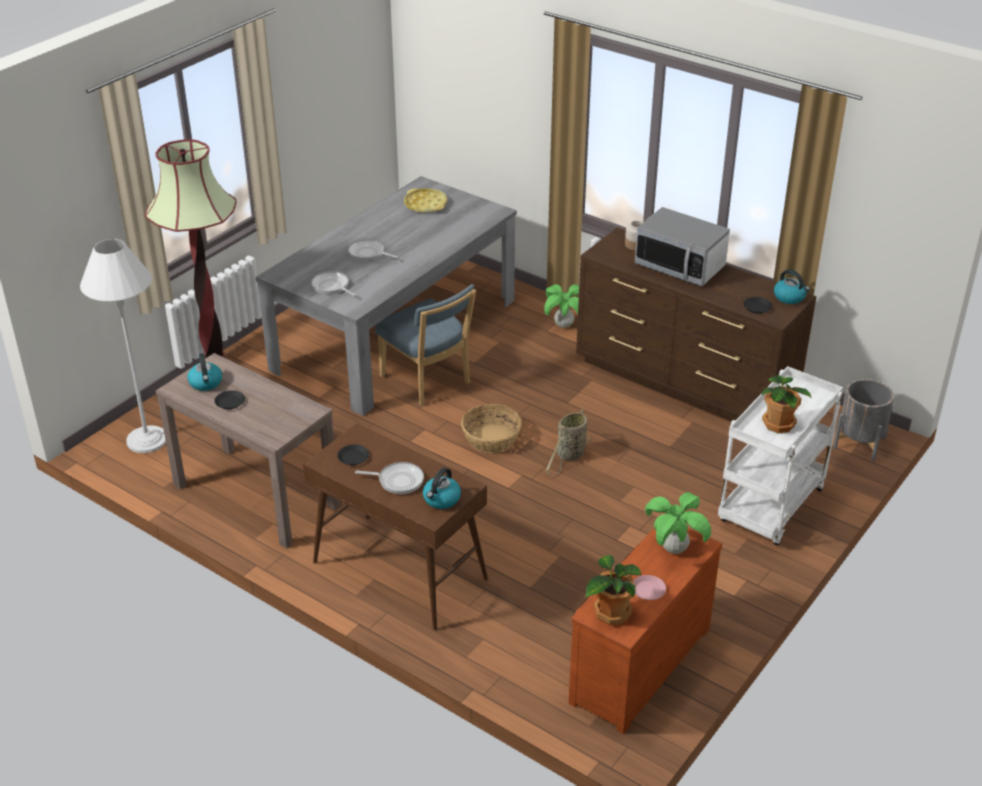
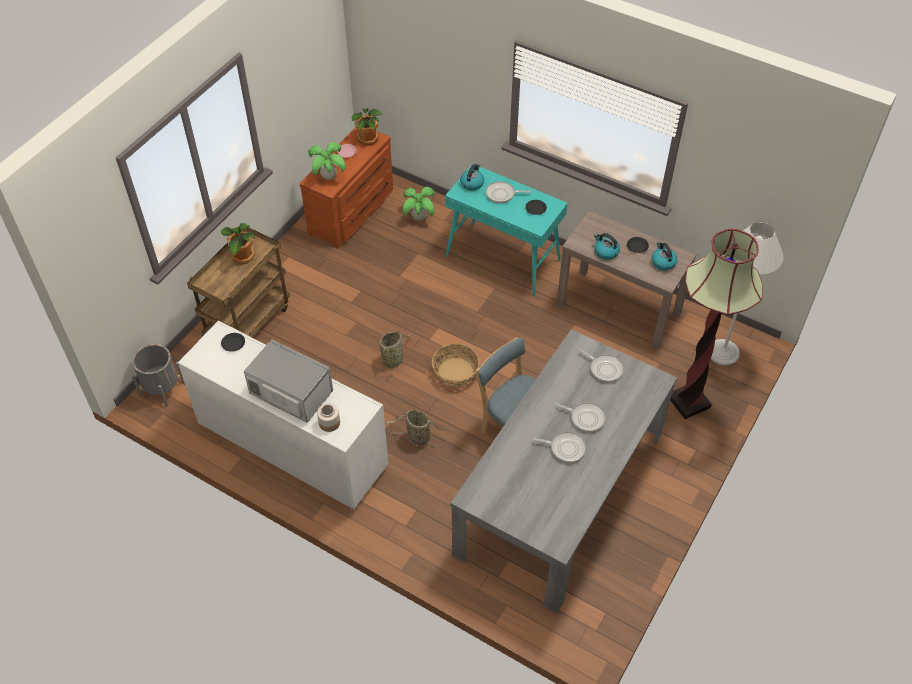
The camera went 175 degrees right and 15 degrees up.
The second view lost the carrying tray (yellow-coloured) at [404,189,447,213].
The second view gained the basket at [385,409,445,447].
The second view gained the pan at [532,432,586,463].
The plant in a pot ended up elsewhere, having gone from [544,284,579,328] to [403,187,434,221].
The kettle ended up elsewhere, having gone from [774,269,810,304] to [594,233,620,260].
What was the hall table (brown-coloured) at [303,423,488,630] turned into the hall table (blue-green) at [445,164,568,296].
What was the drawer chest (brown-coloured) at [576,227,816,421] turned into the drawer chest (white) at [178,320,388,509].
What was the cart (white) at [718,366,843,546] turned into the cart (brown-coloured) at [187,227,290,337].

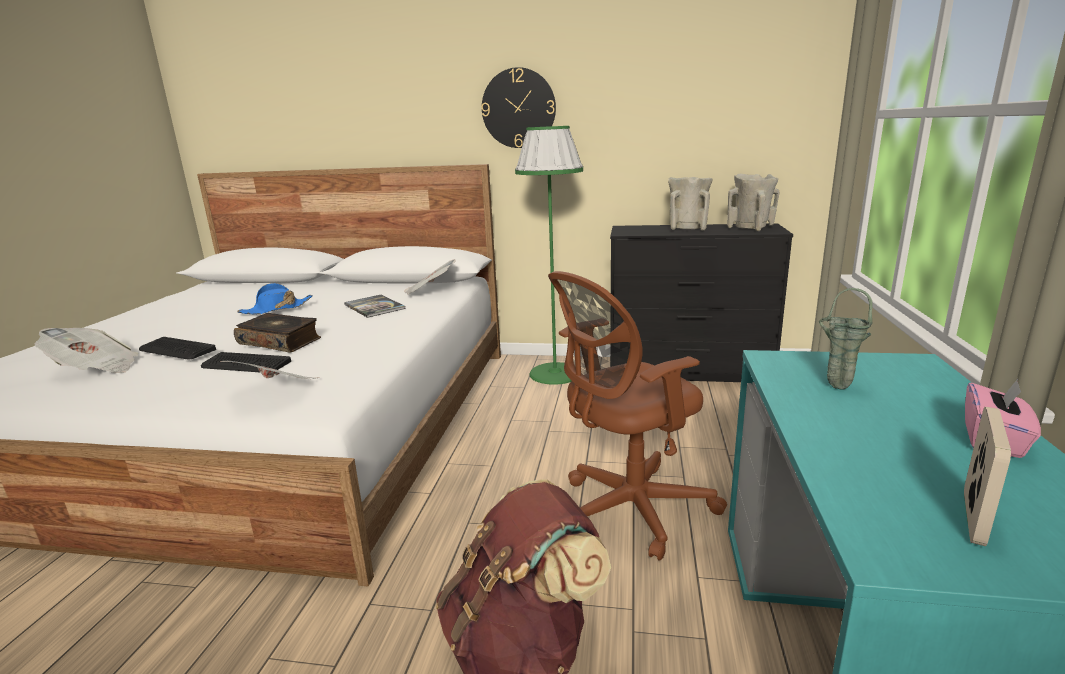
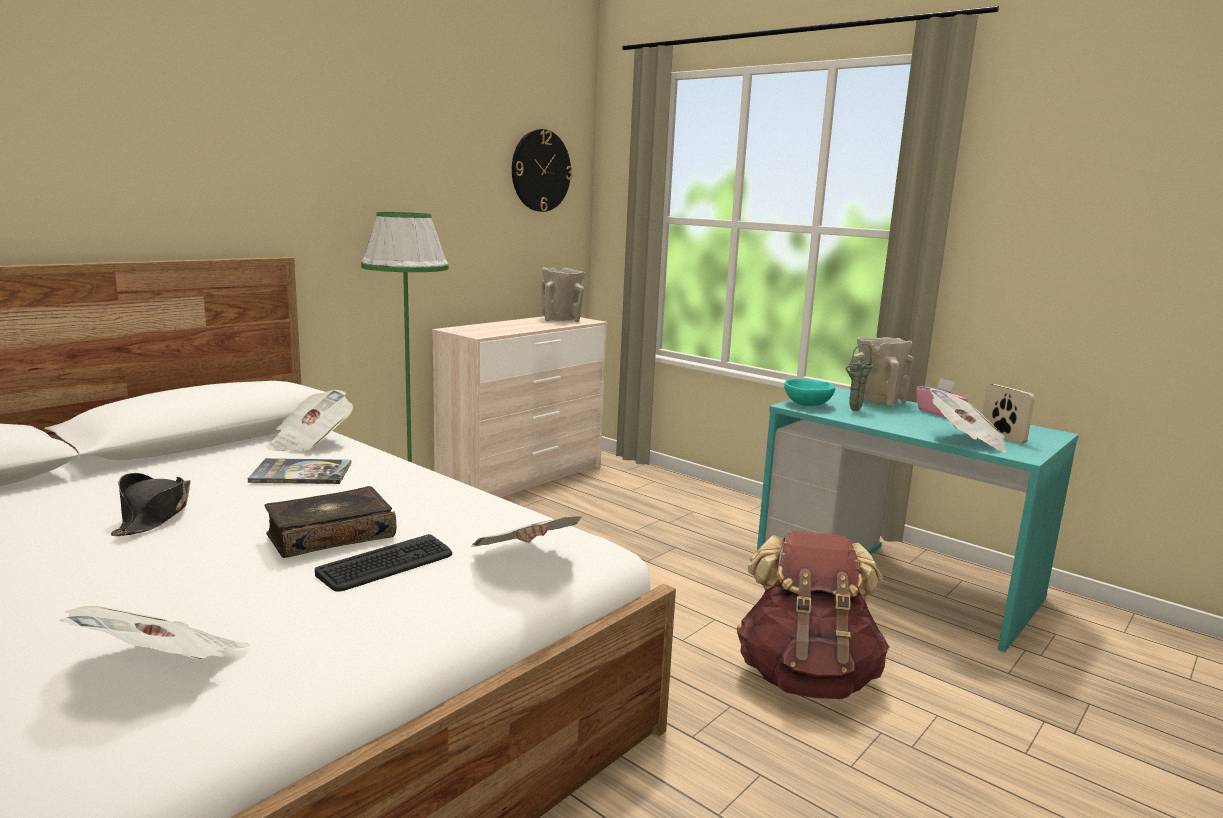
The camera went 60 degrees left and 5 degrees down.
The second view lost the computer keyboard at [139,337,216,359].
The second view lost the computer chair (brown-coloured) at [548,271,727,561].
The second view gained the deep dish (blue-green) at [784,379,835,406].
The second view gained the printed paper at [930,388,1006,453].
The wall clock ended up elsewhere, having gone from [481,67,556,148] to [512,129,572,212].
The vase (beige-coloured) ended up elsewhere, having gone from [668,177,712,231] to [852,337,914,407].
What was the clothing hat (blue) at [238,283,313,314] turned into the clothing hat (black) at [111,473,190,536].
What was the drawer chest (black) at [610,223,793,382] turned into the drawer chest (beige-coloured) at [432,316,608,498].

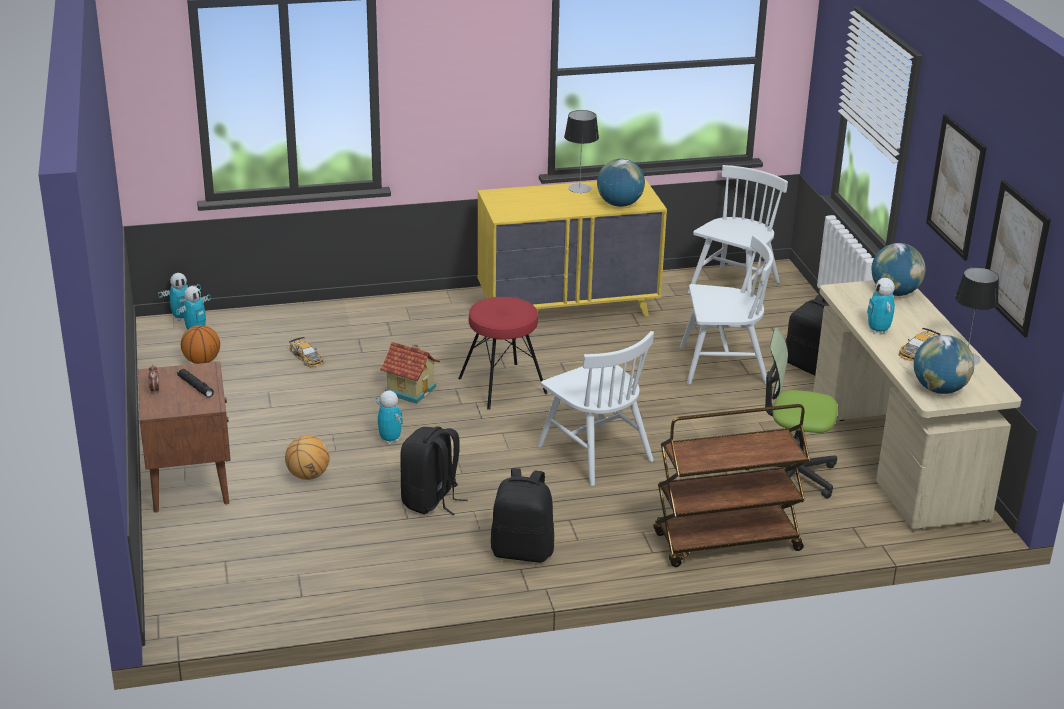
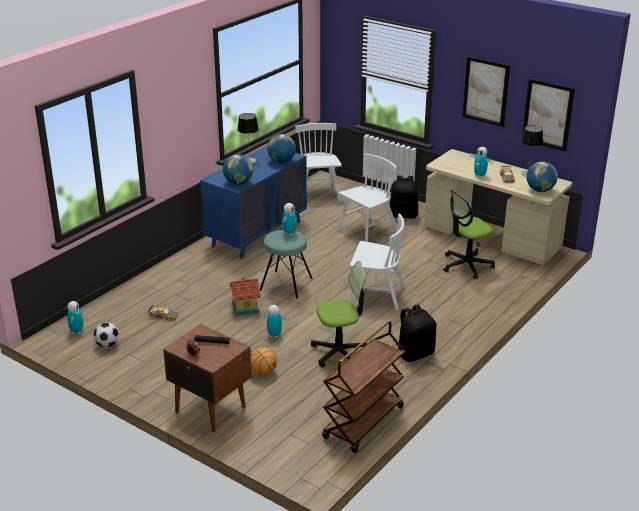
The camera went 40 degrees left and 0 degrees up.
The toy robot ended up elsewhere, having gone from [158,273,201,321] to [282,203,297,235].
The cart (brown-coloured) ended up elsewhere, having gone from [654,404,810,567] to [322,321,405,453].
The globe ended up elsewhere, having gone from [871,243,926,296] to [223,154,253,185].
Where the basketball ball stood at [181,325,220,364], the football came to stand at [94,323,119,347].
Where the backpack (black) stood at [400,426,468,515], the computer chair came to stand at [311,261,367,368].
What was the sitting stool (reddish) at [458,297,548,410] turned into the sitting stool (blue-green) at [260,230,313,299].
What was the drawer chest (yellow-coloured) at [478,179,667,317] turned into the drawer chest (blue) at [200,146,307,259].

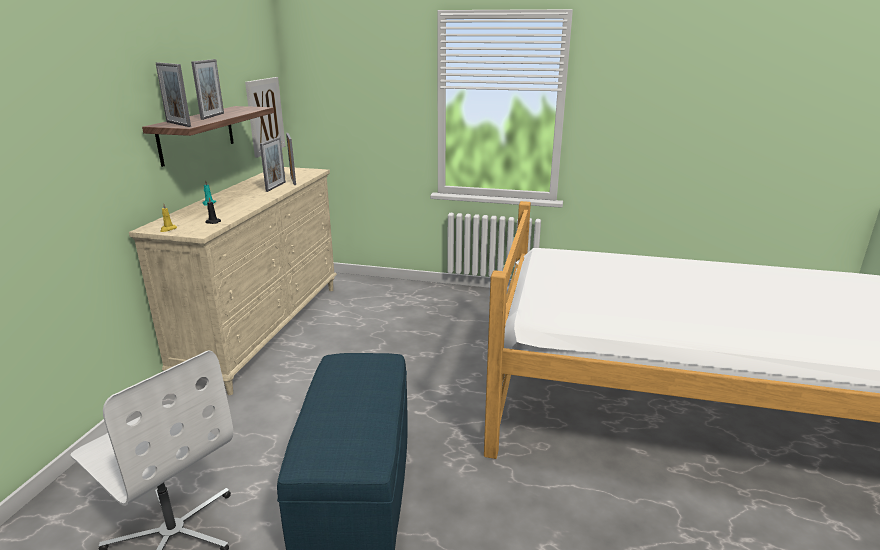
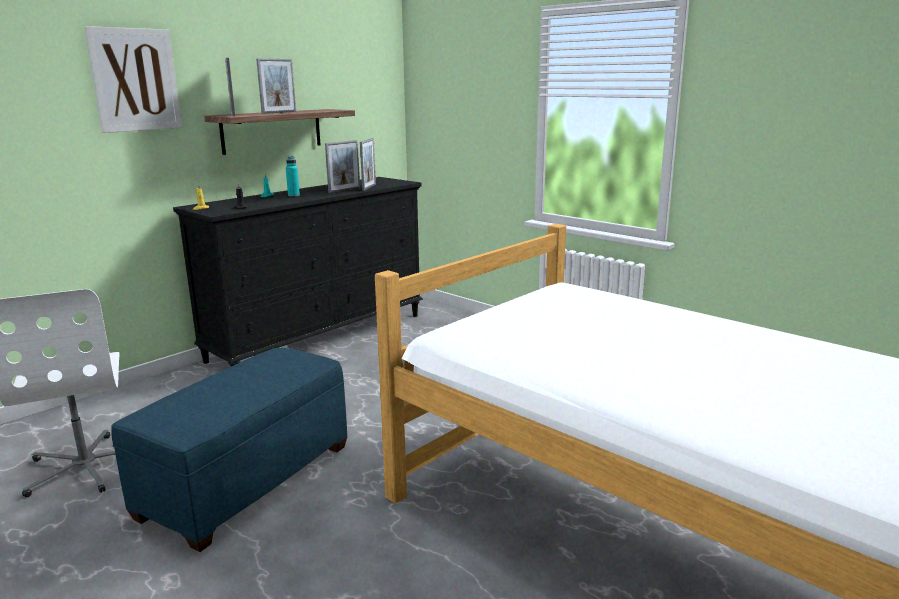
The camera went 30 degrees right and 5 degrees down.
The second view gained the bottle (blue-green) at [286,156,300,197].
The wall art ended up elsewhere, having gone from [245,77,286,158] to [84,26,182,133].
What was the drawer chest (beige-coloured) at [129,167,337,395] turned into the drawer chest (black) at [173,177,423,366].

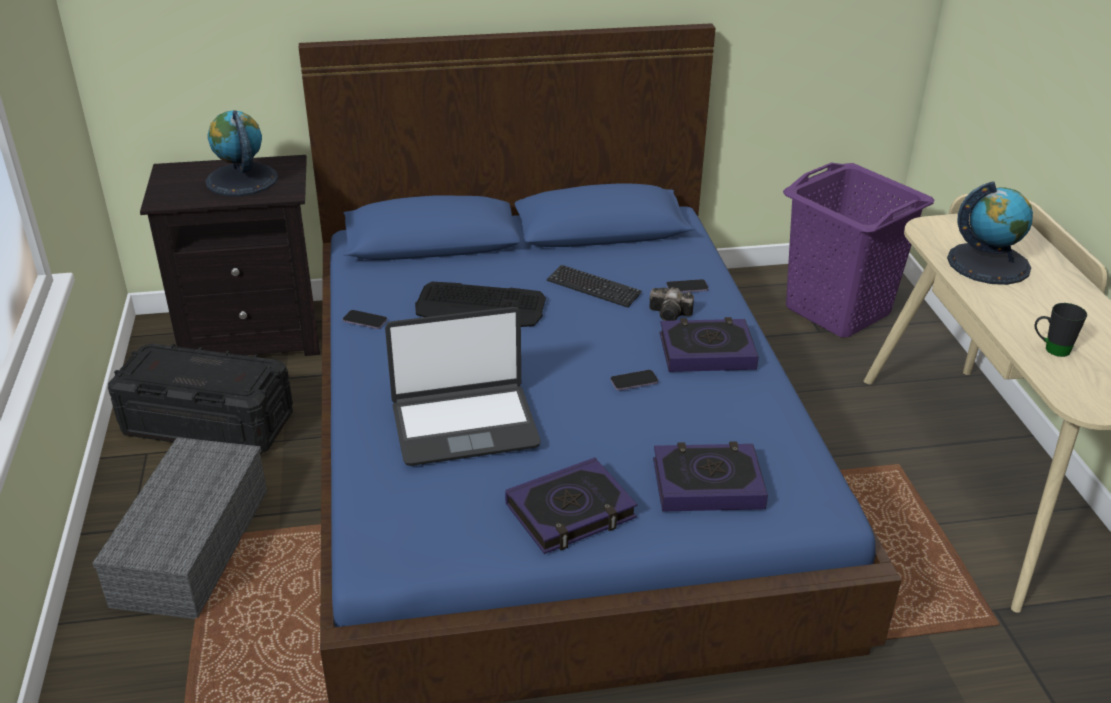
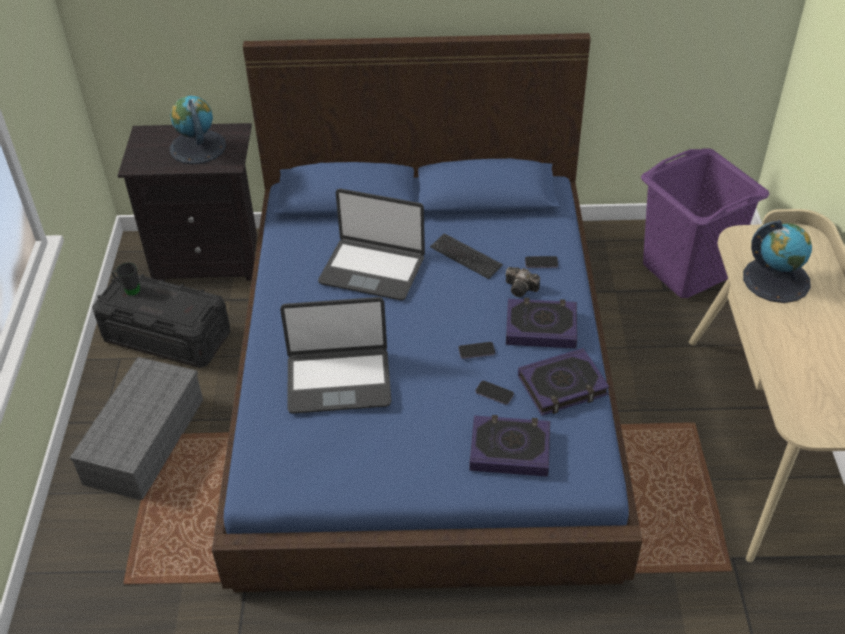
The camera went 10 degrees right and 10 degrees up.
The handset ended up elsewhere, having gone from [343,310,387,329] to [475,381,514,405].
The volume ended up elsewhere, having gone from [505,457,638,554] to [518,348,610,416].
The tea mug (black) ended up elsewhere, having gone from [1034,303,1087,357] to [112,262,140,296].
Where the computer keyboard stood at [415,282,546,327], the portable computer came to stand at [318,189,425,300].

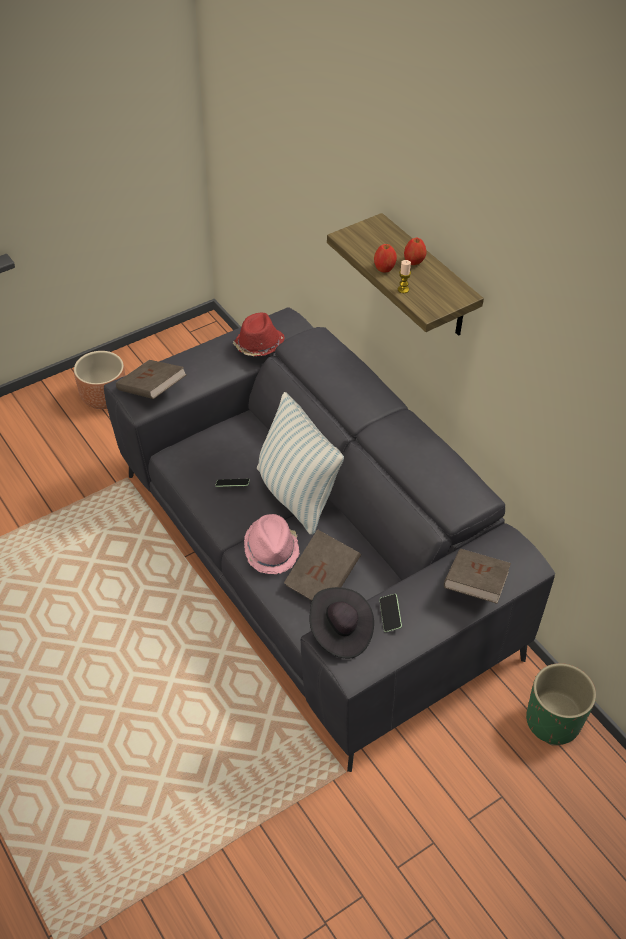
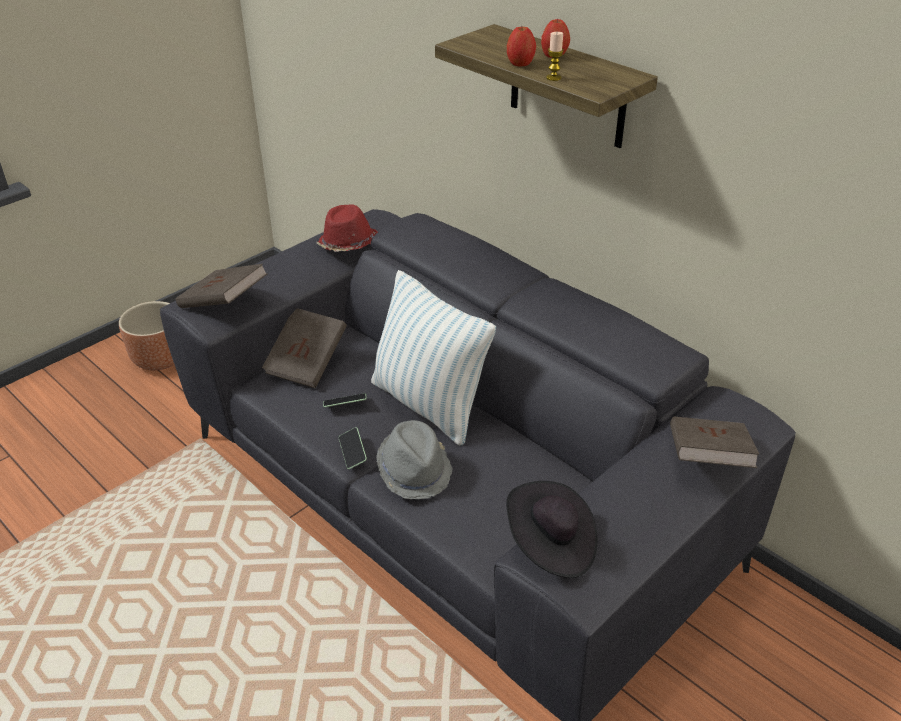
The camera went 10 degrees left and 10 degrees down.
The second view lost the plant pot (green) at [526,663,596,746].
The volume (brown-coloured) ended up elsewhere, having gone from [284,529,361,600] to [262,308,347,388].
The handset ended up elsewhere, having gone from [379,594,402,632] to [339,427,367,469].
What was the clothing hat (pinkish) at [244,514,300,574] turned into the clothing hat (greyish) at [376,420,453,499].

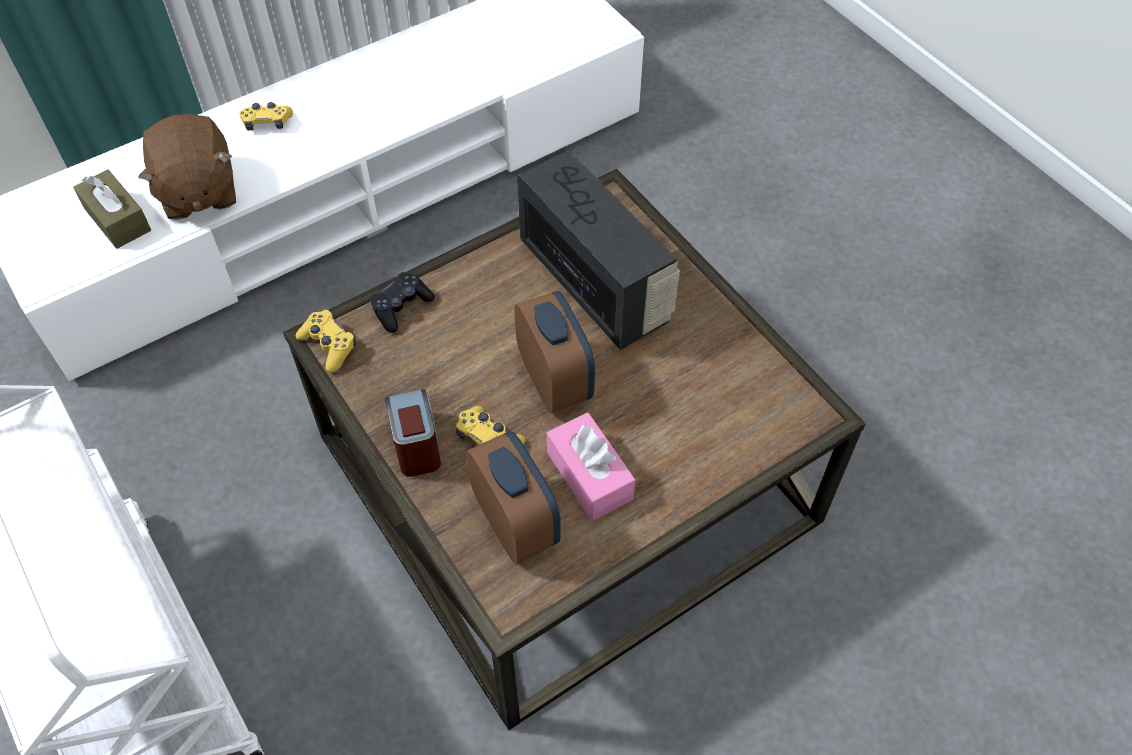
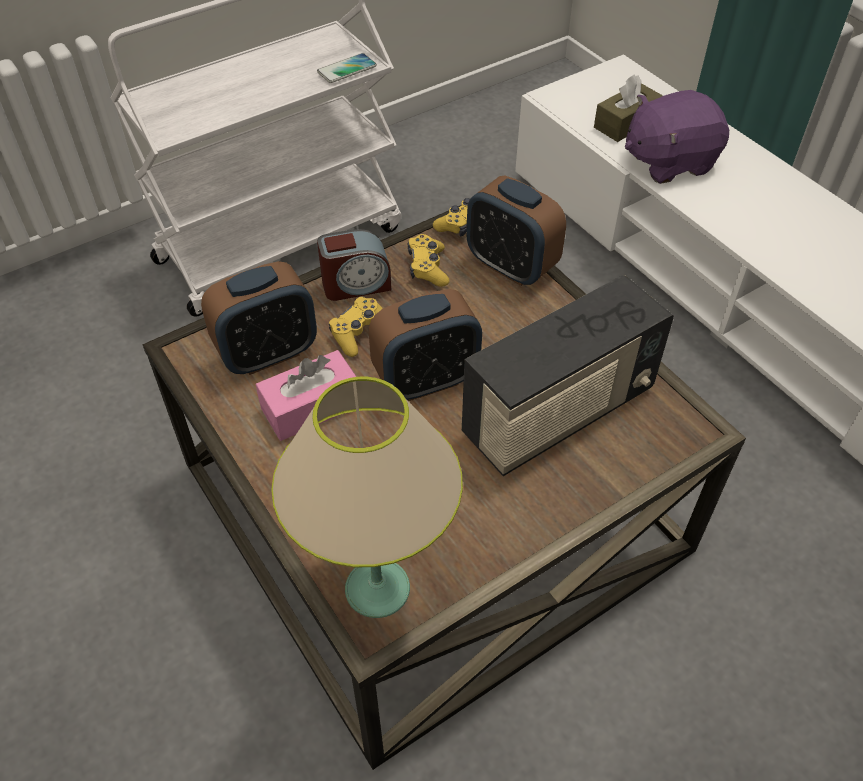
The camera went 90 degrees right and 5 degrees down.
The second view gained the lamp for a table (beige-coloured) at [271,377,463,618].
The second view gained the handset at [317,53,377,83].
The game controller (yellow-coloured) ended up elsewhere, having gone from [239,102,293,130] to [407,234,450,287].
Where the game controller (black) stood at [370,272,435,333], the alarm clock came to stand at [466,175,566,286].
What was the plush toy (brown-coloured) at [138,114,236,220] turned into the plush toy (purplish) at [625,90,729,184].

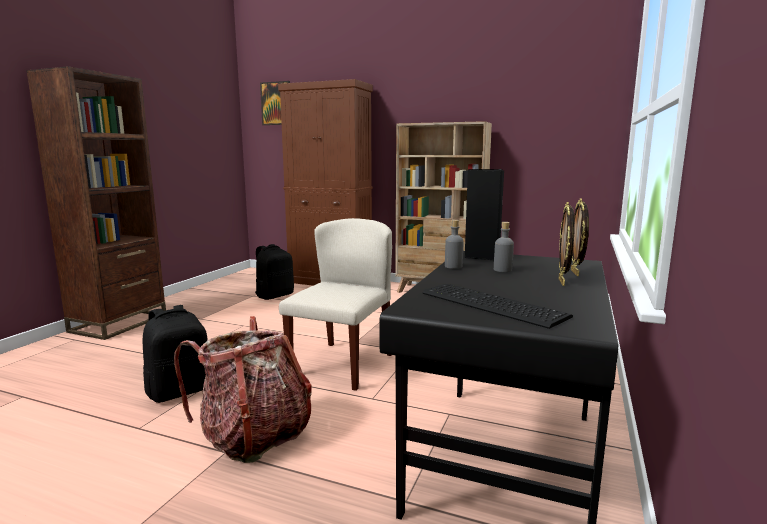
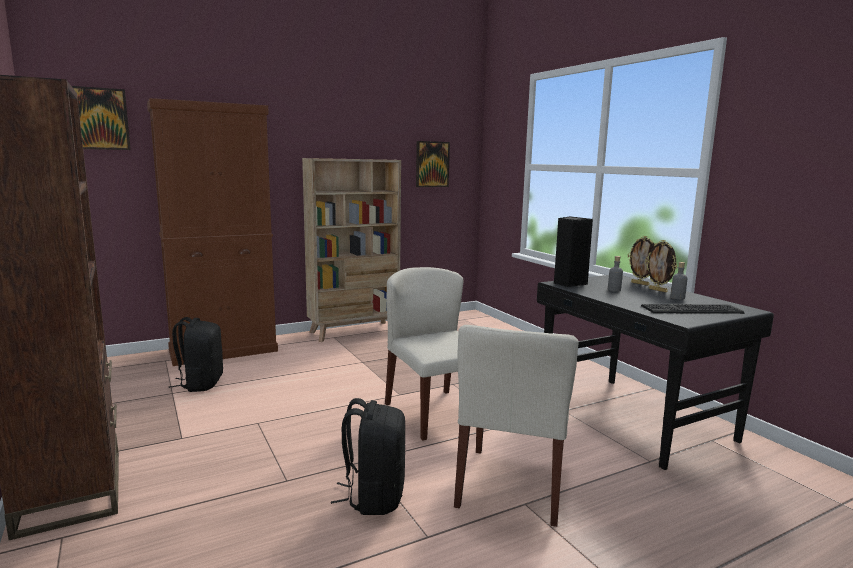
The camera went 50 degrees left and 0 degrees up.
The second view gained the wall art at [416,141,450,187].
The bottle (greyish) ended up elsewhere, having gone from [445,220,463,269] to [671,262,688,299].
Where the backpack stood at [174,316,312,463], the upright chair (beige-coloured) came to stand at [454,325,579,527].

